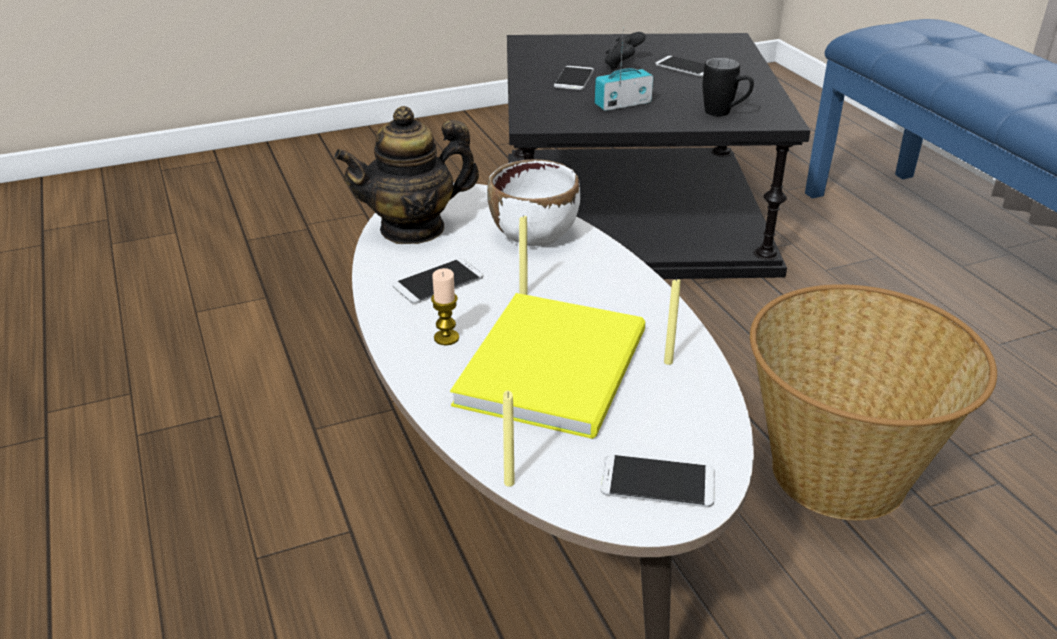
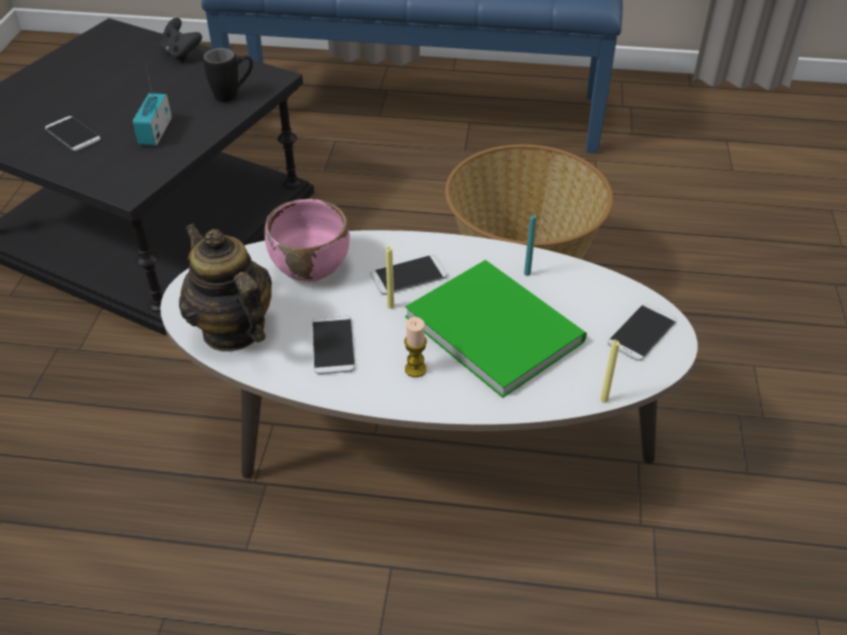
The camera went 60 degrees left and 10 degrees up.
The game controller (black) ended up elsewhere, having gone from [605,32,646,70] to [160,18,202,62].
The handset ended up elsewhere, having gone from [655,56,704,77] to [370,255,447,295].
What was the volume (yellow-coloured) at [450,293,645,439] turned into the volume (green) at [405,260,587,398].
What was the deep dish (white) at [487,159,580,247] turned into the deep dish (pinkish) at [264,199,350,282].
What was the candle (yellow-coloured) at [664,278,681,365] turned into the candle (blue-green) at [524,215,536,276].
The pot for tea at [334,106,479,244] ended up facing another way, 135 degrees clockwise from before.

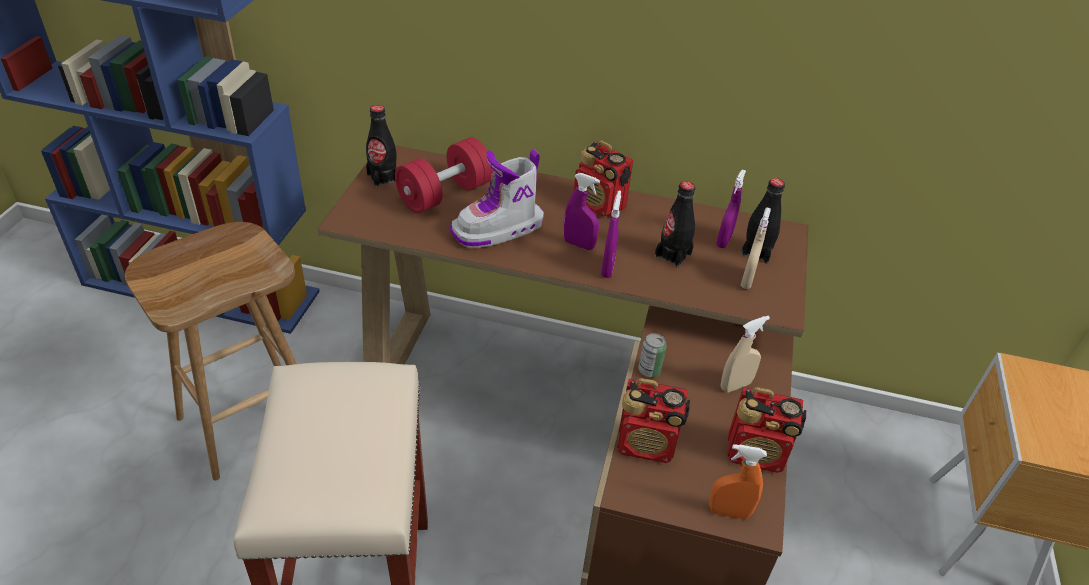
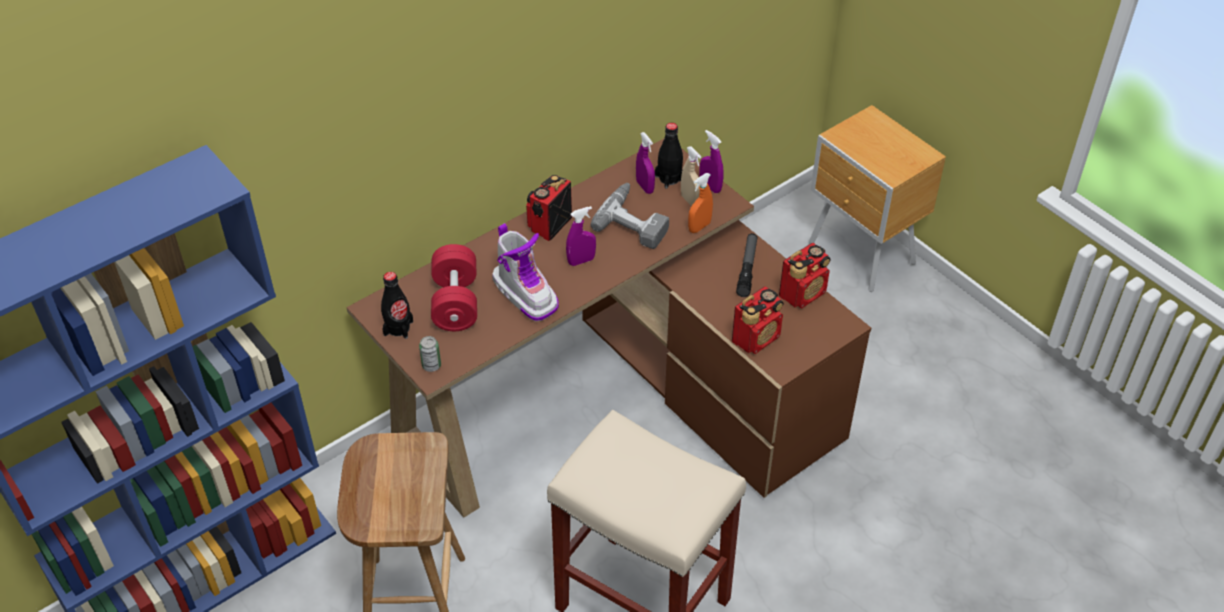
The camera went 50 degrees left and 5 degrees up.
The hand sprayer (purplish) ended up elsewhere, having gone from [601,191,621,278] to [700,130,724,193].
The can ended up elsewhere, having gone from [638,333,667,377] to [419,336,441,372].
The hand sprayer (orange) ended up elsewhere, having gone from [709,444,767,519] to [688,173,713,233].
Where the bottle (black) stood at [655,181,695,268], the drill came to stand at [591,183,669,249].
Where the hand sprayer (beige-coloured) stood at [721,316,770,392], the torch came to stand at [736,233,757,297].
The tall boot at [450,150,544,248] ended up facing another way, 45 degrees counterclockwise from before.
The radio at [574,140,633,217] ended up facing another way, 135 degrees clockwise from before.

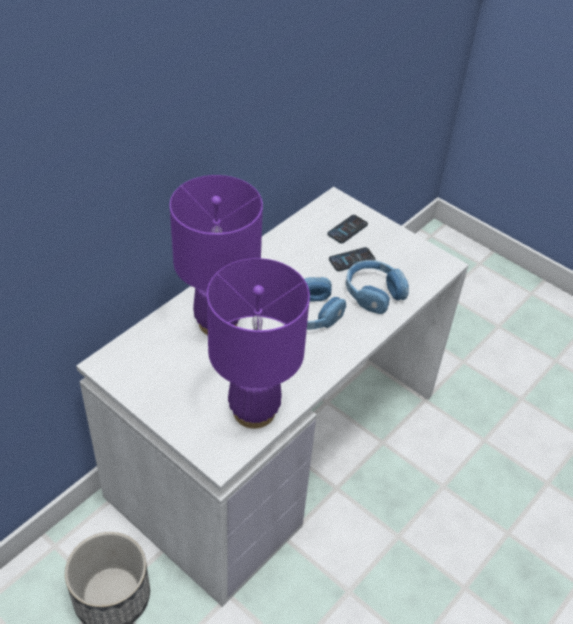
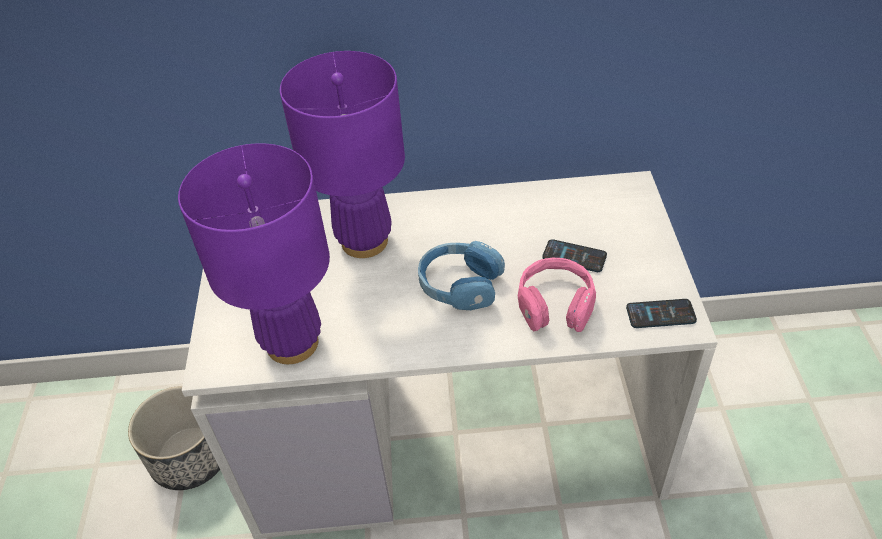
The camera went 50 degrees right and 0 degrees up.
The handset ended up elsewhere, having gone from [327,215,368,243] to [626,299,697,328].
What was the pair of headphones (blue) at [346,260,409,314] turned into the pair of headphones (pinkish) at [518,258,596,332].

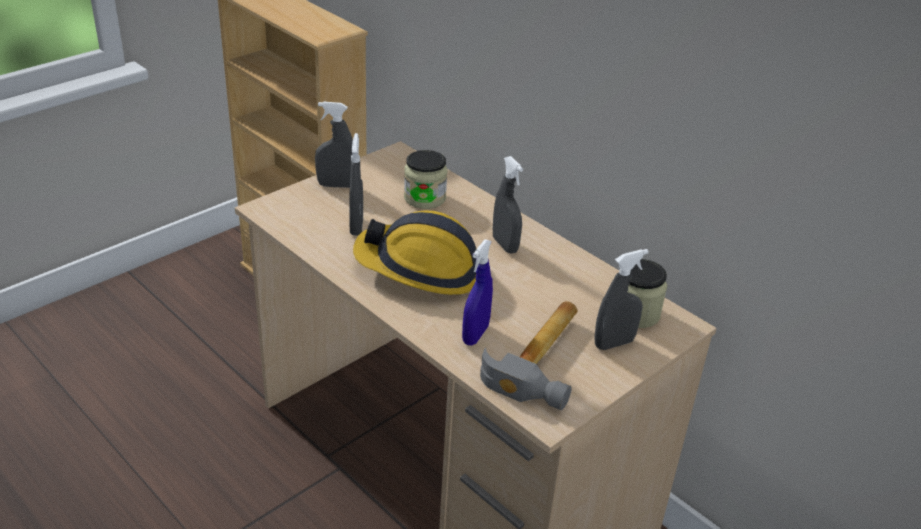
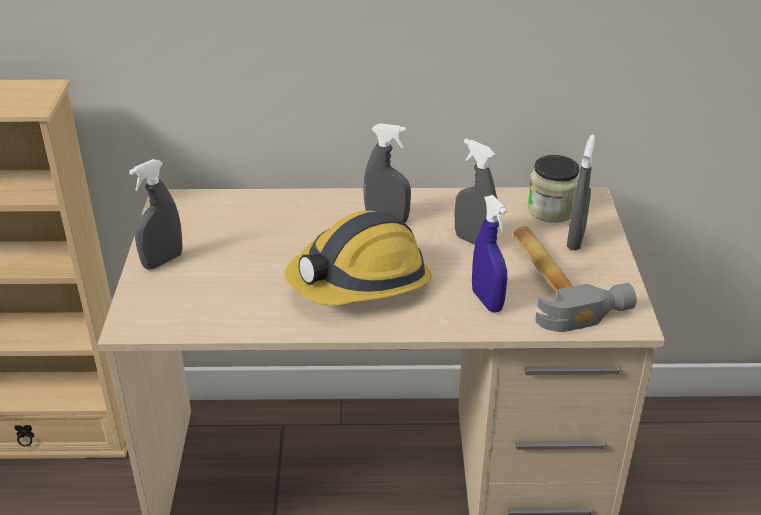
The camera went 45 degrees left and 0 degrees up.
The second view lost the jar at [404,150,448,209].
The hand sprayer (greyish) ended up elsewhere, having gone from [349,133,363,235] to [455,139,498,245].

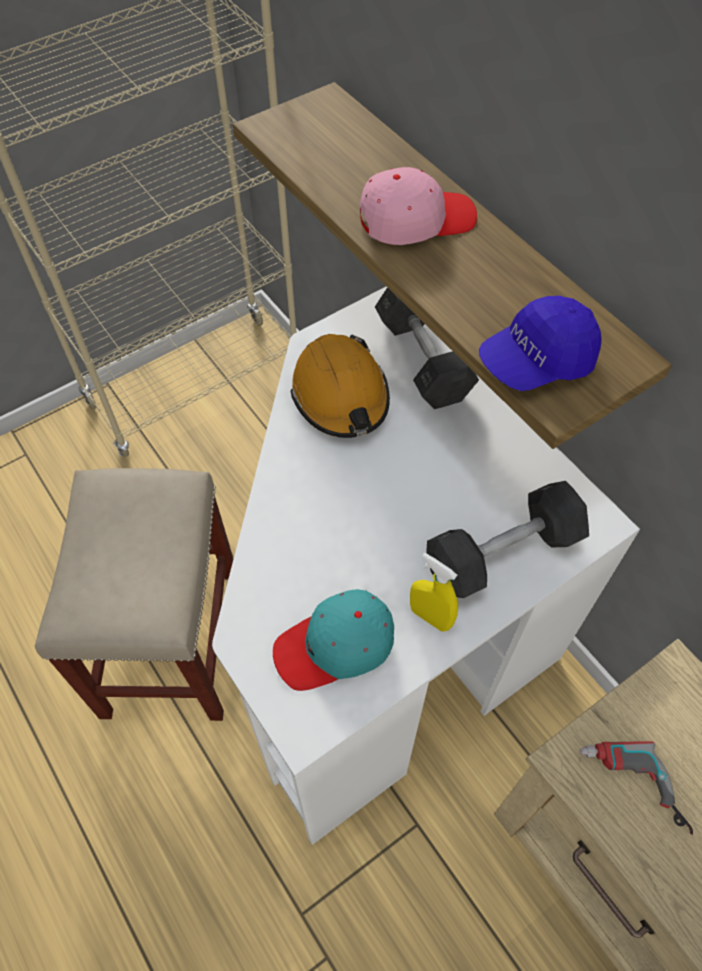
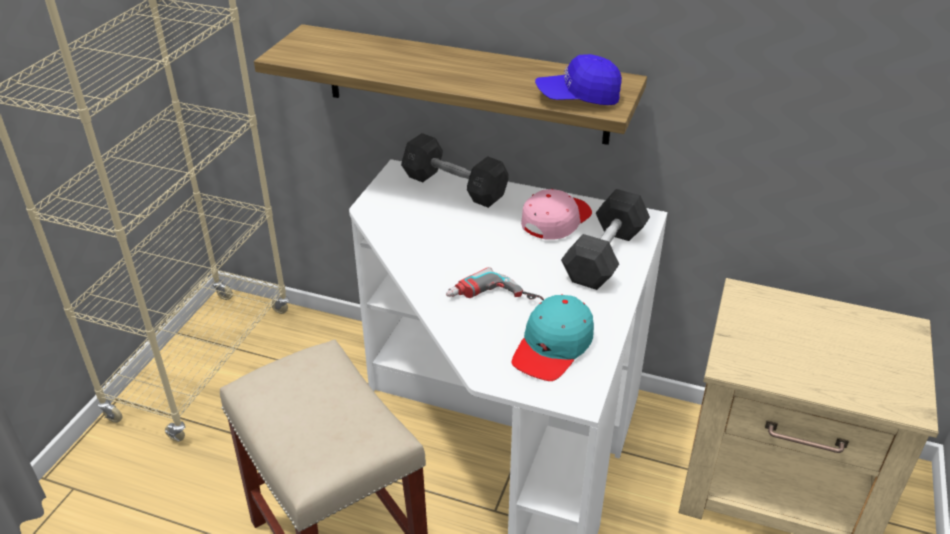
The camera went 35 degrees left and 20 degrees down.
The second view lost the safety helmet (orange) at [291,334,390,438].
The second view lost the hand sprayer (yellow-coloured) at [410,553,458,632].
The peaked cap (pinkish) ended up elsewhere, having gone from [360,167,477,245] to [521,189,592,240].
The drill ended up elsewhere, having gone from [579,741,693,835] to [446,267,544,300].
The peaked cap (blue) at [479,296,602,391] ended up facing another way, 60 degrees clockwise from before.

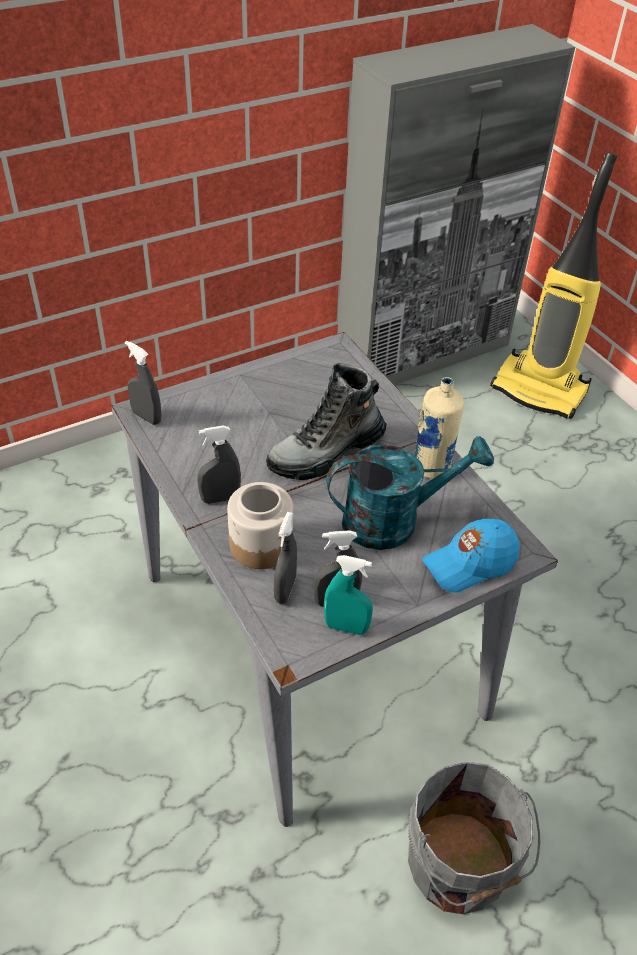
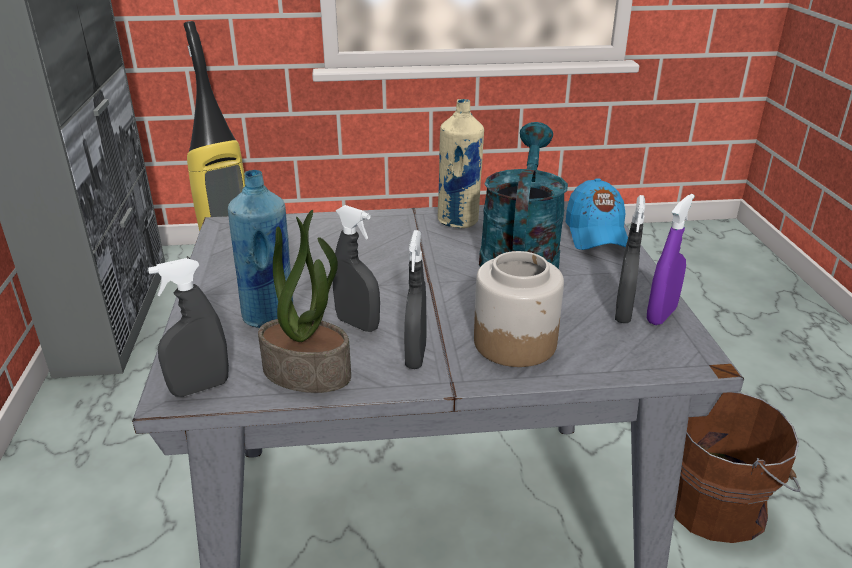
The camera went 65 degrees left and 15 degrees down.
The second view lost the tall boot at [266,363,386,480].
The second view gained the bottle (blue) at [228,170,293,328].
The second view gained the plant in a pot at [258,210,351,393].
The hand sprayer (greyish) ended up elsewhere, having gone from [274,512,297,604] to [333,205,380,332].
What was the hand sprayer (blue-green) at [324,555,373,635] turned into the hand sprayer (purplish) at [647,194,695,325].
What was the pail (greyish) at [408,762,540,914] turned into the pail (brown-coloured) at [674,392,801,543].

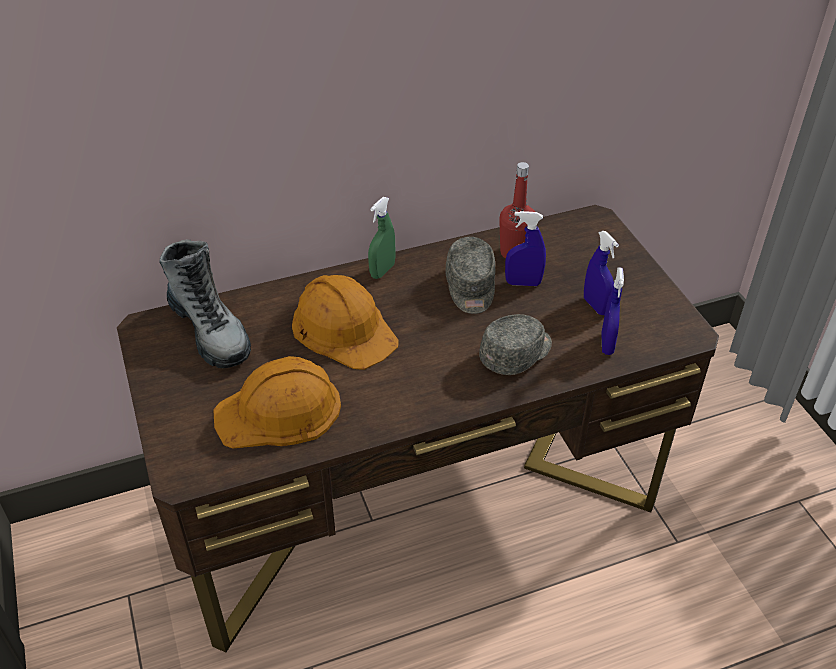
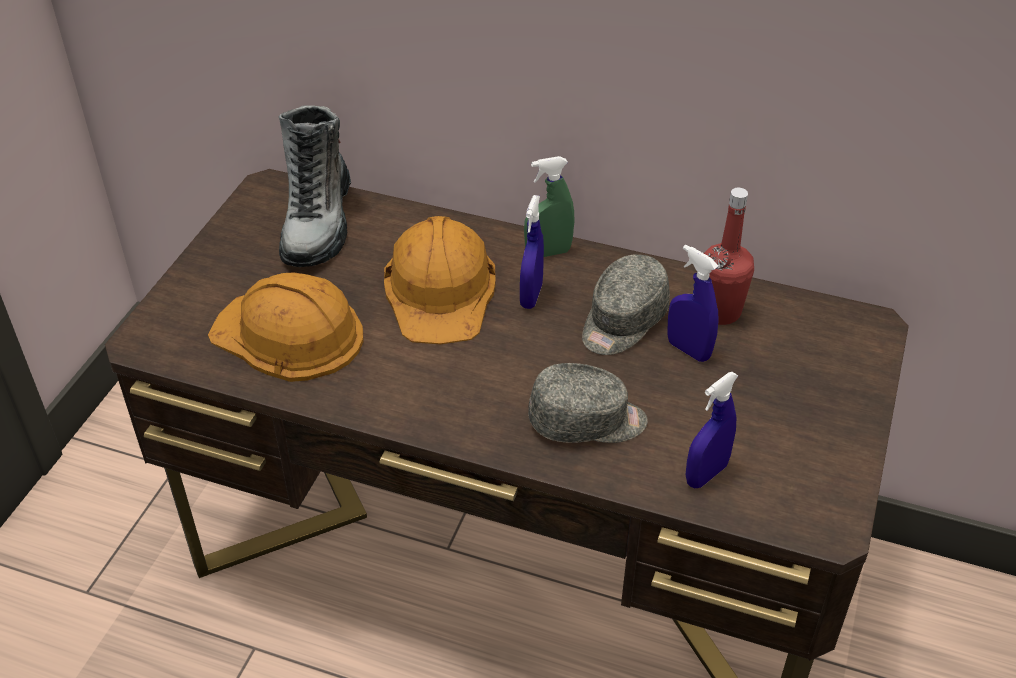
The camera went 40 degrees right and 0 degrees up.
The hand sprayer (blue) ended up elsewhere, having gone from [584,231,619,315] to [520,195,544,309].

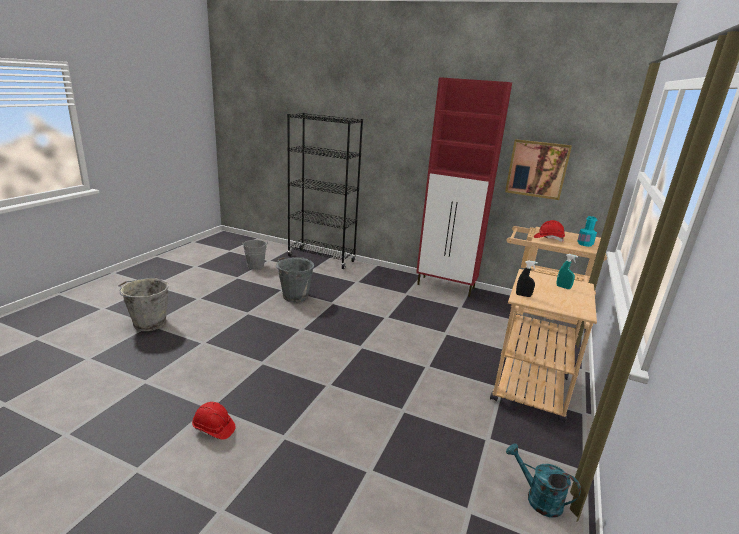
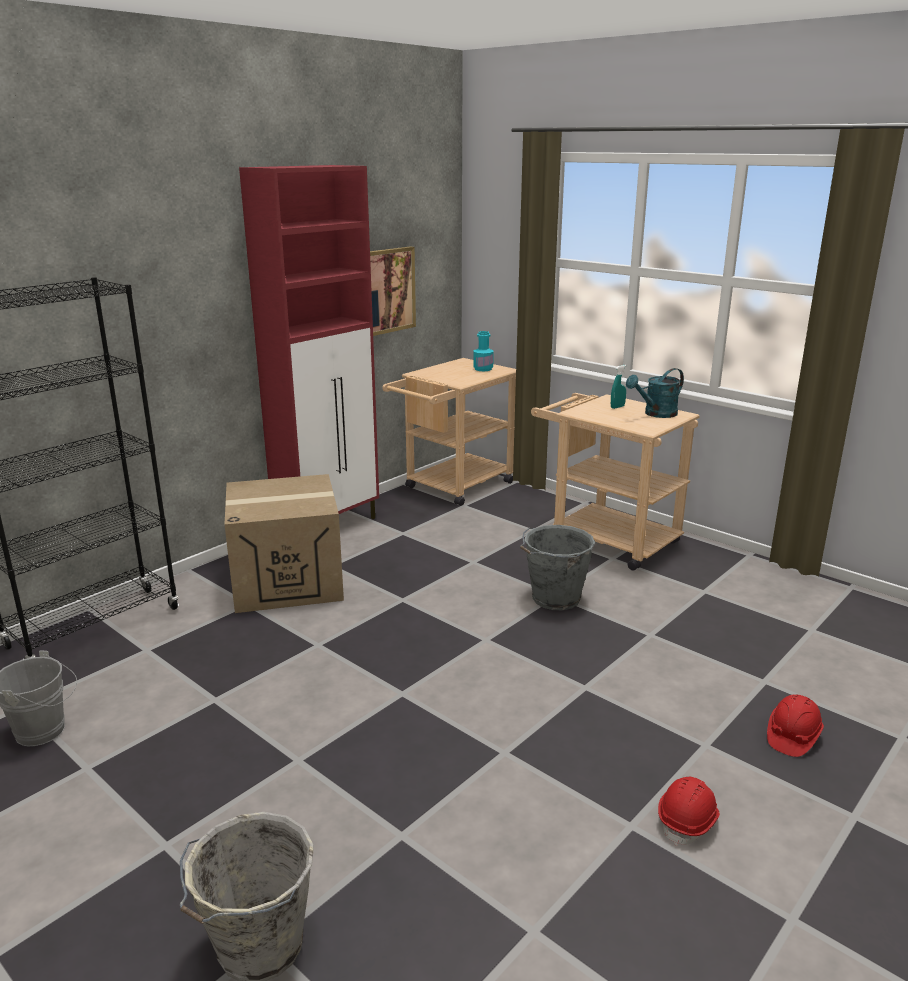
The camera went 70 degrees left and 0 degrees up.
The second view lost the hand sprayer (black) at [516,260,538,297].
The second view gained the carton at [224,474,344,613].
The pail (greyish) ended up elsewhere, having gone from [276,257,314,302] to [520,525,595,610].
The watering pot (blue-green) ended up elsewhere, having gone from [506,443,581,518] to [626,368,684,418].
The safety helmet (reddish) ended up elsewhere, having gone from [534,220,565,242] to [767,694,824,757].

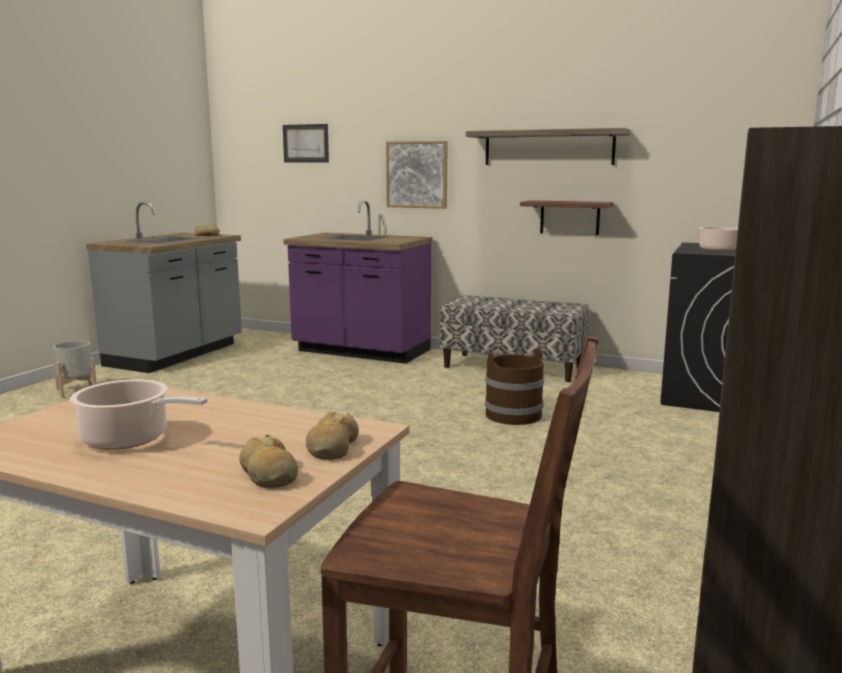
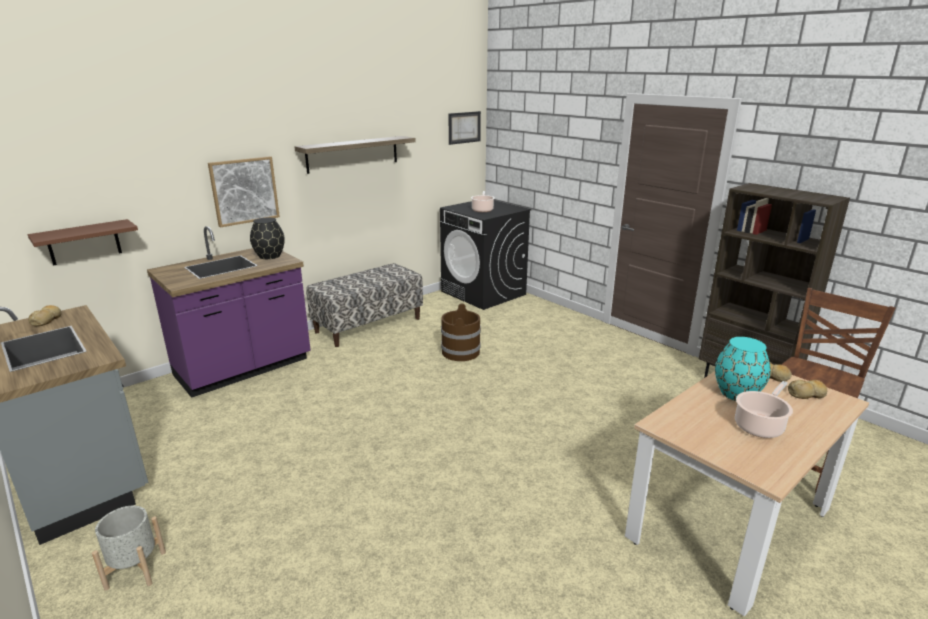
The camera went 65 degrees left and 10 degrees up.
The second view gained the vase (black) at [250,218,285,259].
The second view gained the vase (blue-green) at [715,337,770,401].
The wall art ended up elsewhere, having gone from [283,124,329,163] to [448,111,481,145].
The shelf (brown-coloured) ended up elsewhere, having gone from [520,200,613,236] to [28,219,138,266].

